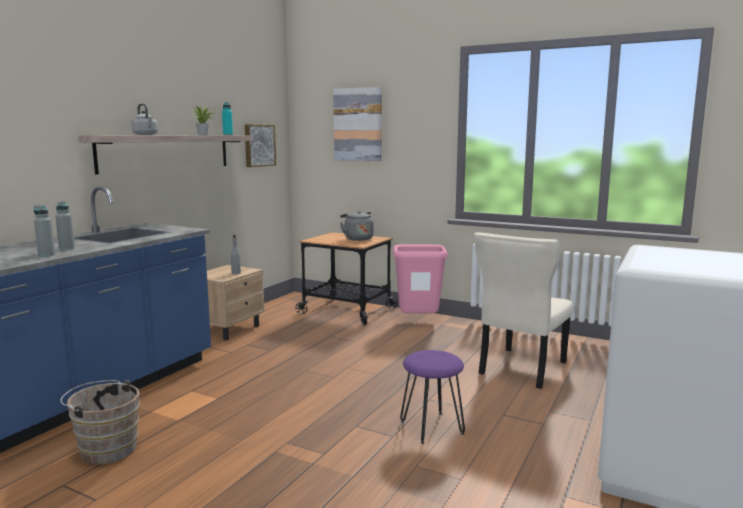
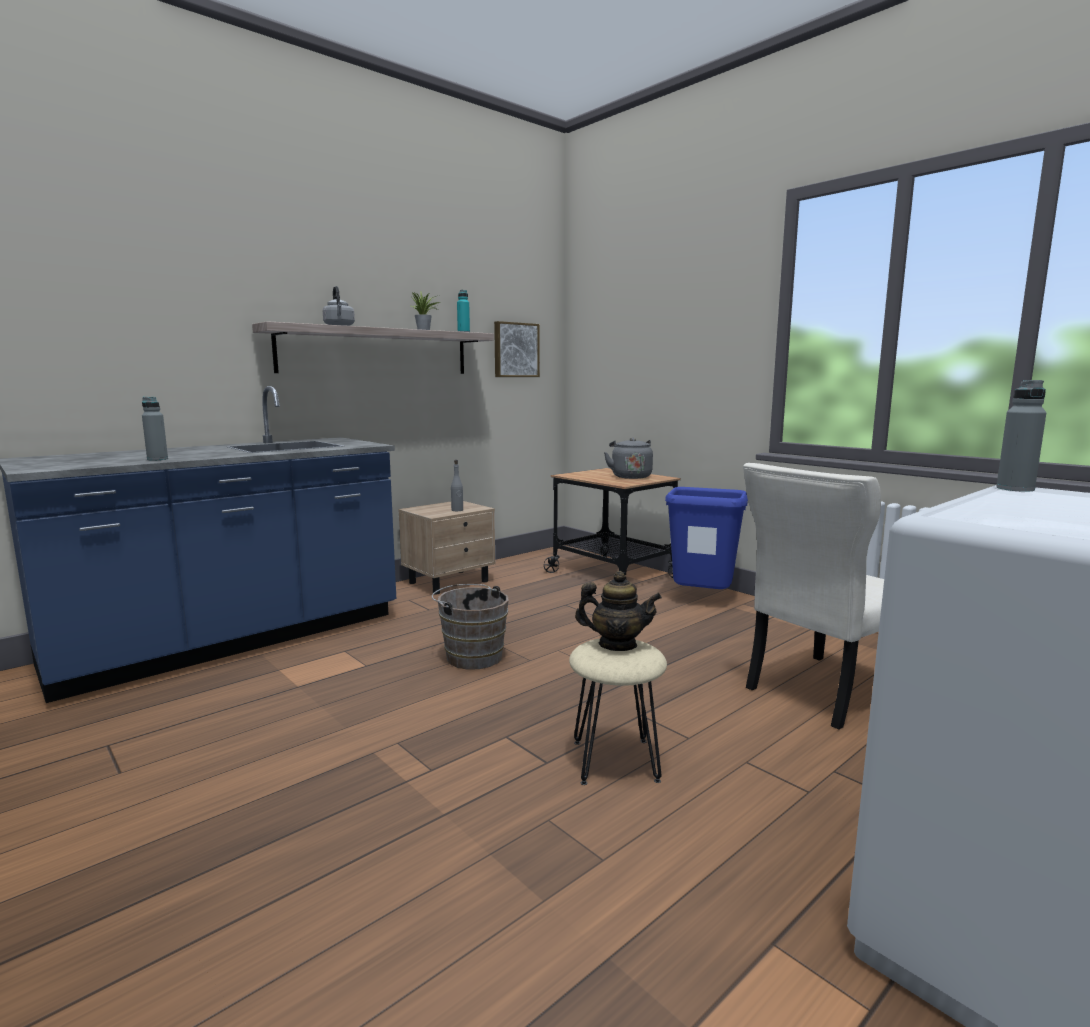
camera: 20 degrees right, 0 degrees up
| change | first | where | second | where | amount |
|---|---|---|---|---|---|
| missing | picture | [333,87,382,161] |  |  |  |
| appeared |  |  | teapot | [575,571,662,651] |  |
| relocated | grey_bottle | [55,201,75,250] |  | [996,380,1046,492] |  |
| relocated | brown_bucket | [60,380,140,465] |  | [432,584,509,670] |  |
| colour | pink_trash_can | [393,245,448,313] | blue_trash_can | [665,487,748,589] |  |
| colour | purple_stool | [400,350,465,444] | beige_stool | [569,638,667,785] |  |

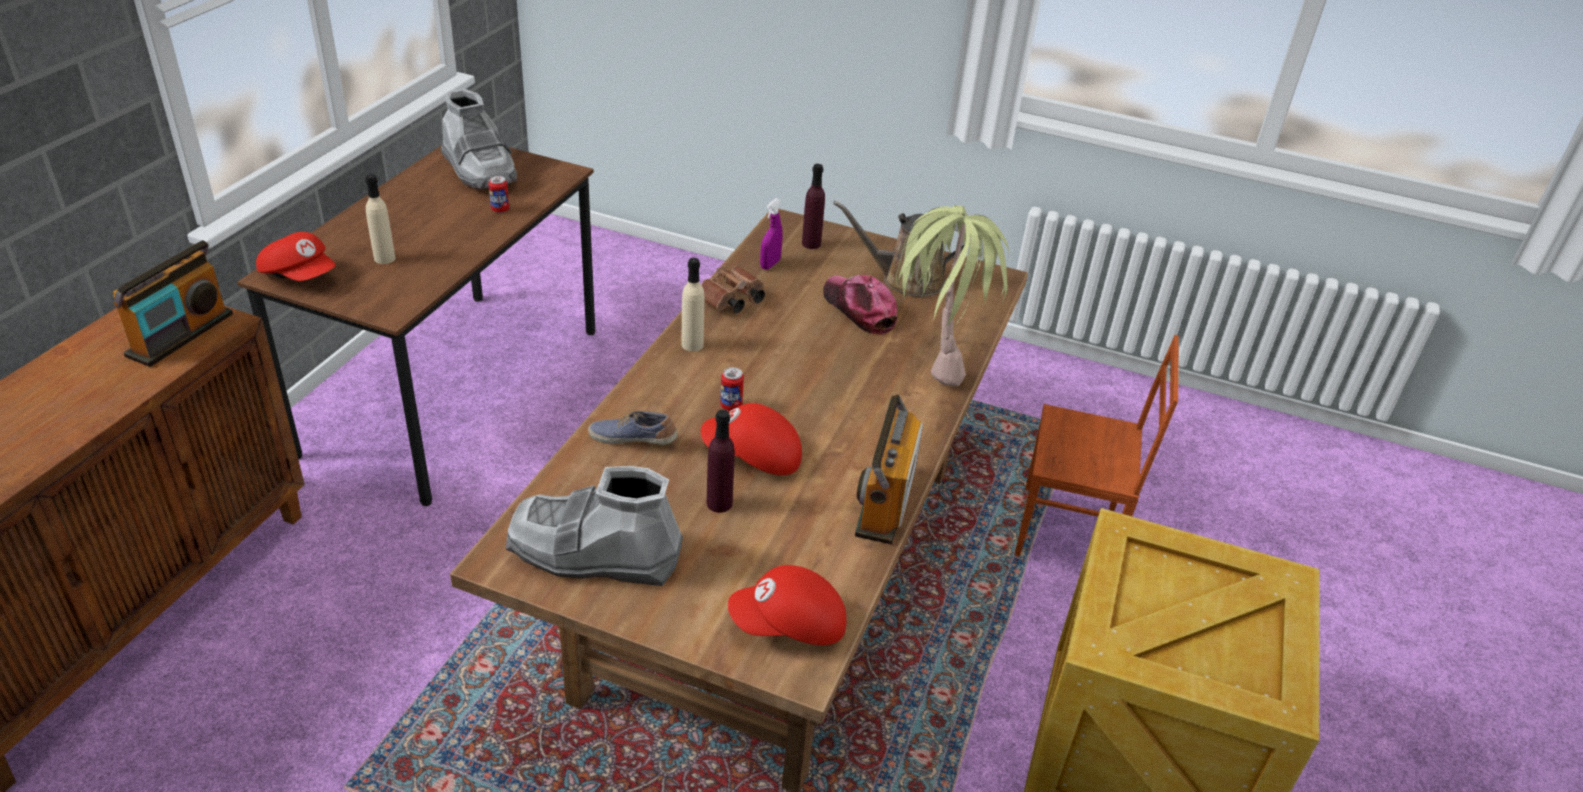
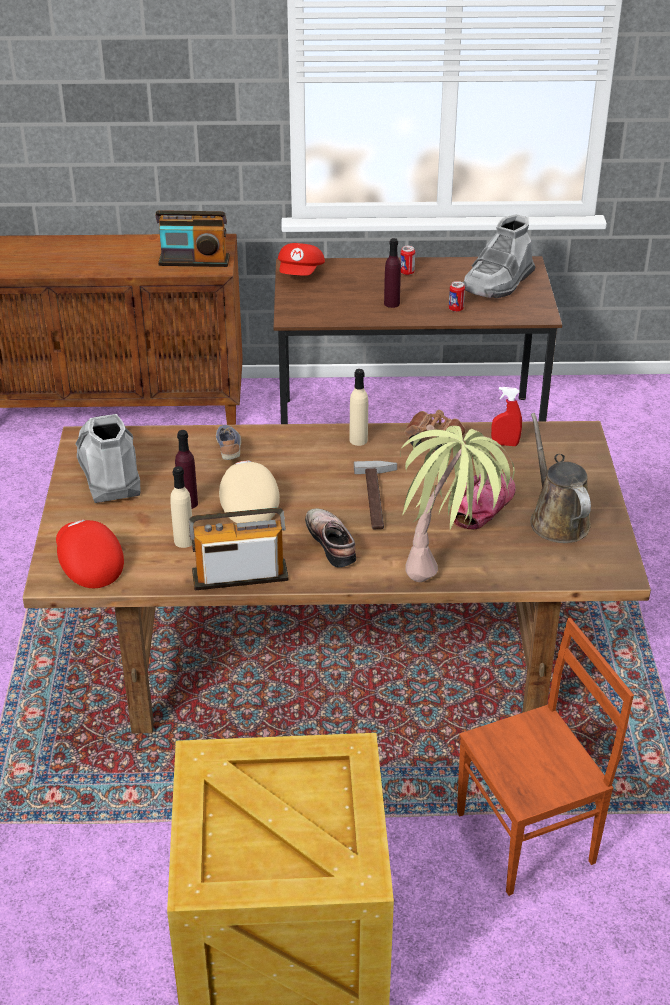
camera: 70 degrees right, 0 degrees up
| change | first | where | second | where | amount |
|---|---|---|---|---|---|
| appeared |  |  | shoe | [305,509,356,567] |  |
| appeared |  |  | hammer | [354,461,397,529] |  |
| relocated | beige_bottle | [365,174,396,264] |  | [170,466,194,548] |  |
| relocated | can | [720,367,744,411] |  | [400,246,415,275] |  |
| relocated | purple_bottle | [802,164,825,249] |  | [384,238,401,308] |  |
| colour | red_cap | [701,403,802,475] | beige_cap | [219,460,280,523] |  |
| colour | purple_spray_bottle | [760,198,783,270] | red_spray_bottle | [491,387,522,446] |  |
| spun | brown_chair | [1015,335,1179,556] |  | [457,618,634,896] | 105 degrees counterclockwise |

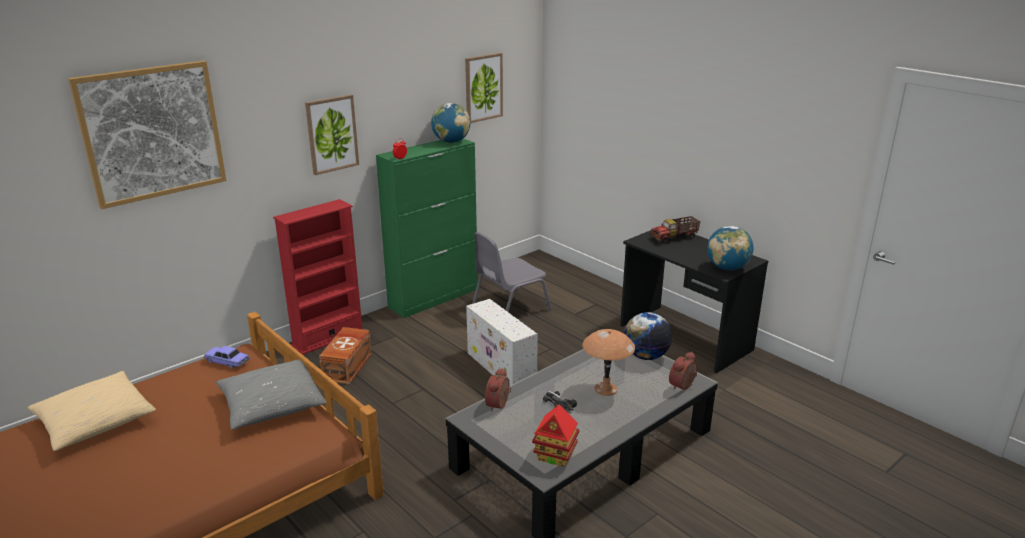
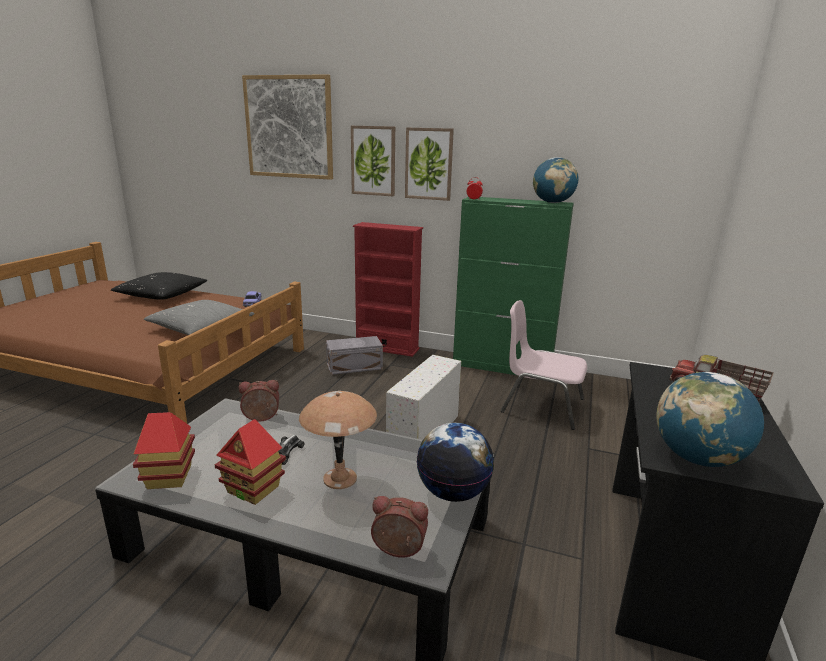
camera: 60 degrees right, 5 degrees down
| change | first | where | second | where | amount |
|---|---|---|---|---|---|
| appeared |  |  | toy_house | [215,419,286,505] |  |
| relocated | picture | [465,53,503,123] |  | [351,126,395,196] |  |
| colour | beige_pillow | [28,371,156,451] | black_pillow | [111,272,207,300] |  |
| colour | brown_storage_box | [319,327,371,384] | grey_storage_box | [326,336,383,375] |  |
| colour | grey_chair | [472,232,551,312] | pink_chair | [501,300,587,430] |  |

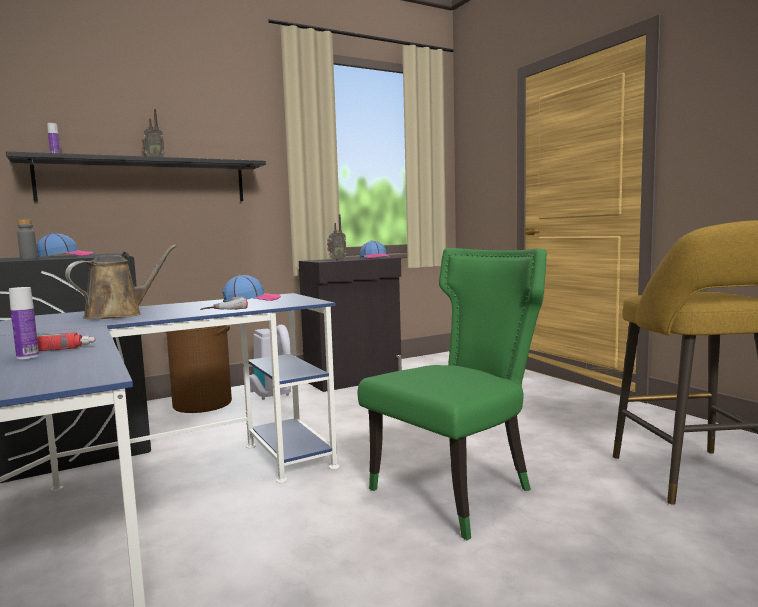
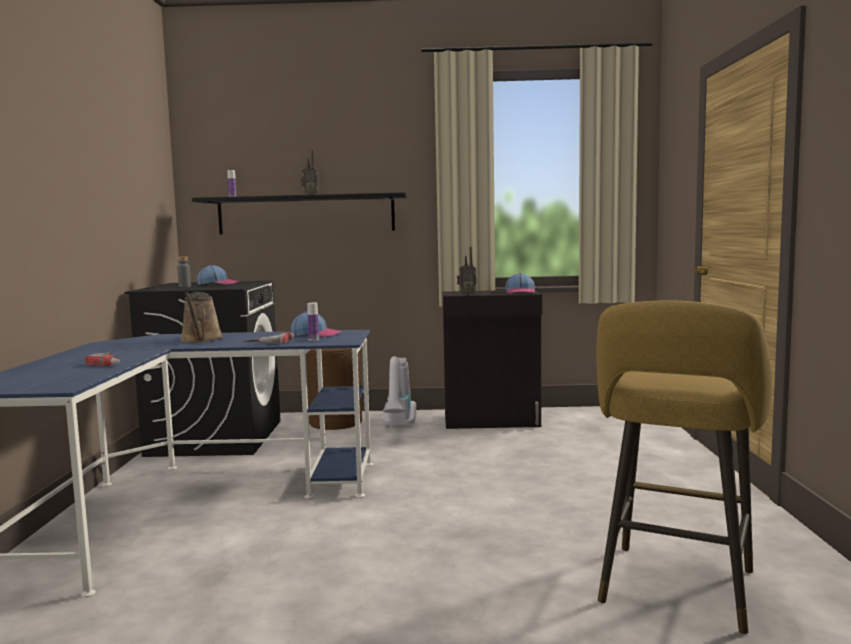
camera: 30 degrees right, 0 degrees up
| change | first | where | second | where | amount |
|---|---|---|---|---|---|
| missing | green_chair | [357,248,547,540] |  |  |  |
| relocated | bottle | [9,287,39,359] |  | [307,303,319,341] |  |
| spun | brown_watering_can | [65,244,177,319] |  | [180,291,223,342] | 105 degrees clockwise |

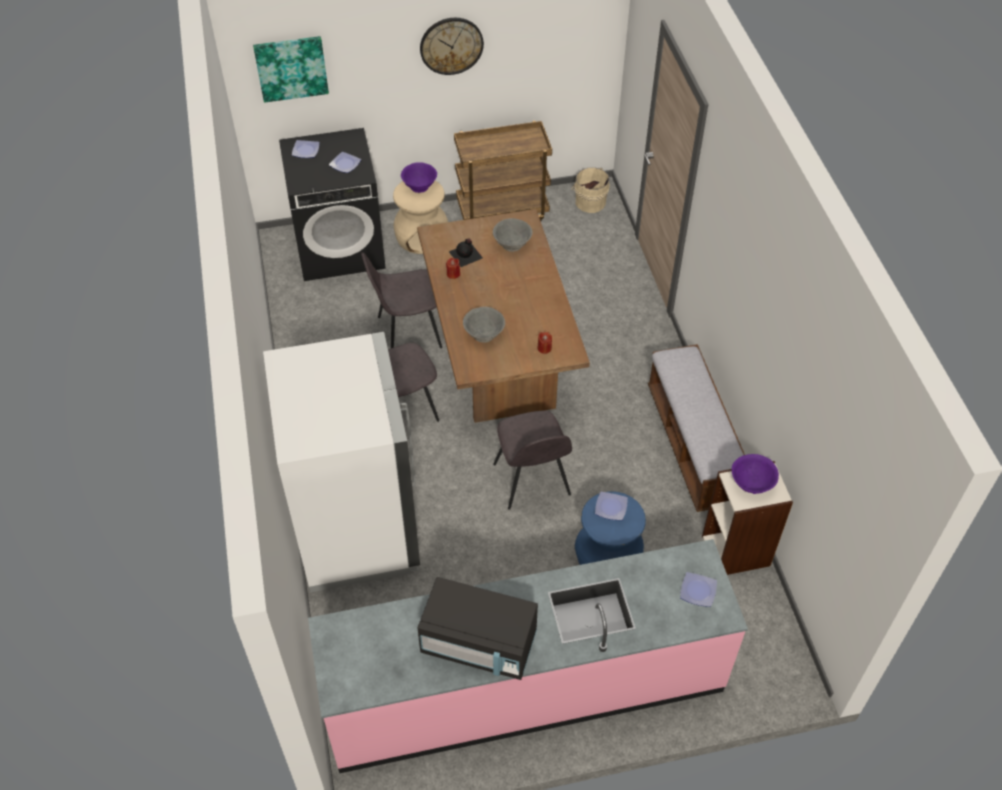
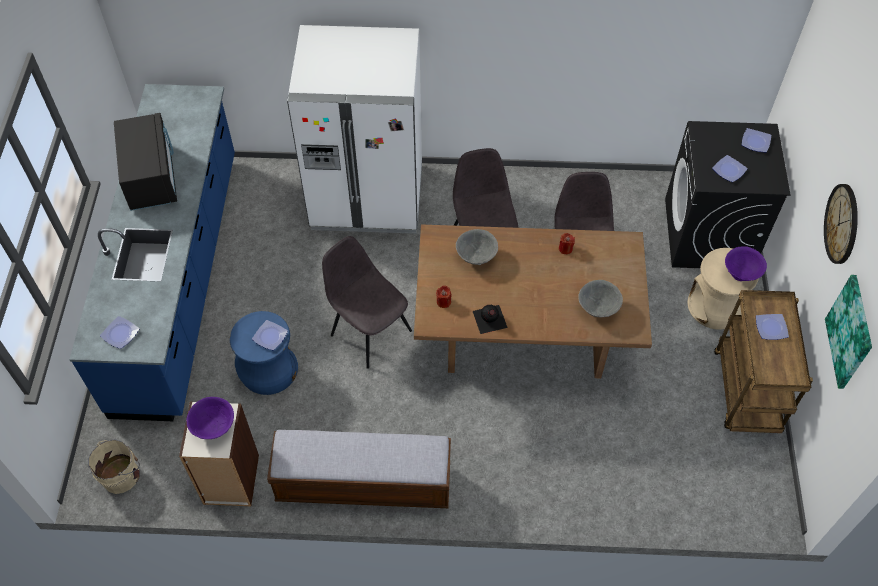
camera: 105 degrees right, 5 degrees up
| change | first | where | second | where | amount |
|---|---|---|---|---|---|
| appeared |  |  | plate | [756,314,789,340] |  |
| relocated | picture | [253,36,329,103] |  | [825,275,872,389] |  |
| relocated | black_bottle | [449,238,483,267] |  | [473,305,508,334] |  |
| relocated | beige_bucket | [571,167,609,213] |  | [88,439,140,494] |  |
| colour | pink_counter | [308,539,748,773] | blue_counter | [69,84,235,421] |  |
| spun | black_microwave | [417,577,538,680] |  | [114,113,177,211] | 135 degrees clockwise |
| spun | grey_chair | [493,411,572,510] |  | [322,236,412,369] | 45 degrees clockwise |

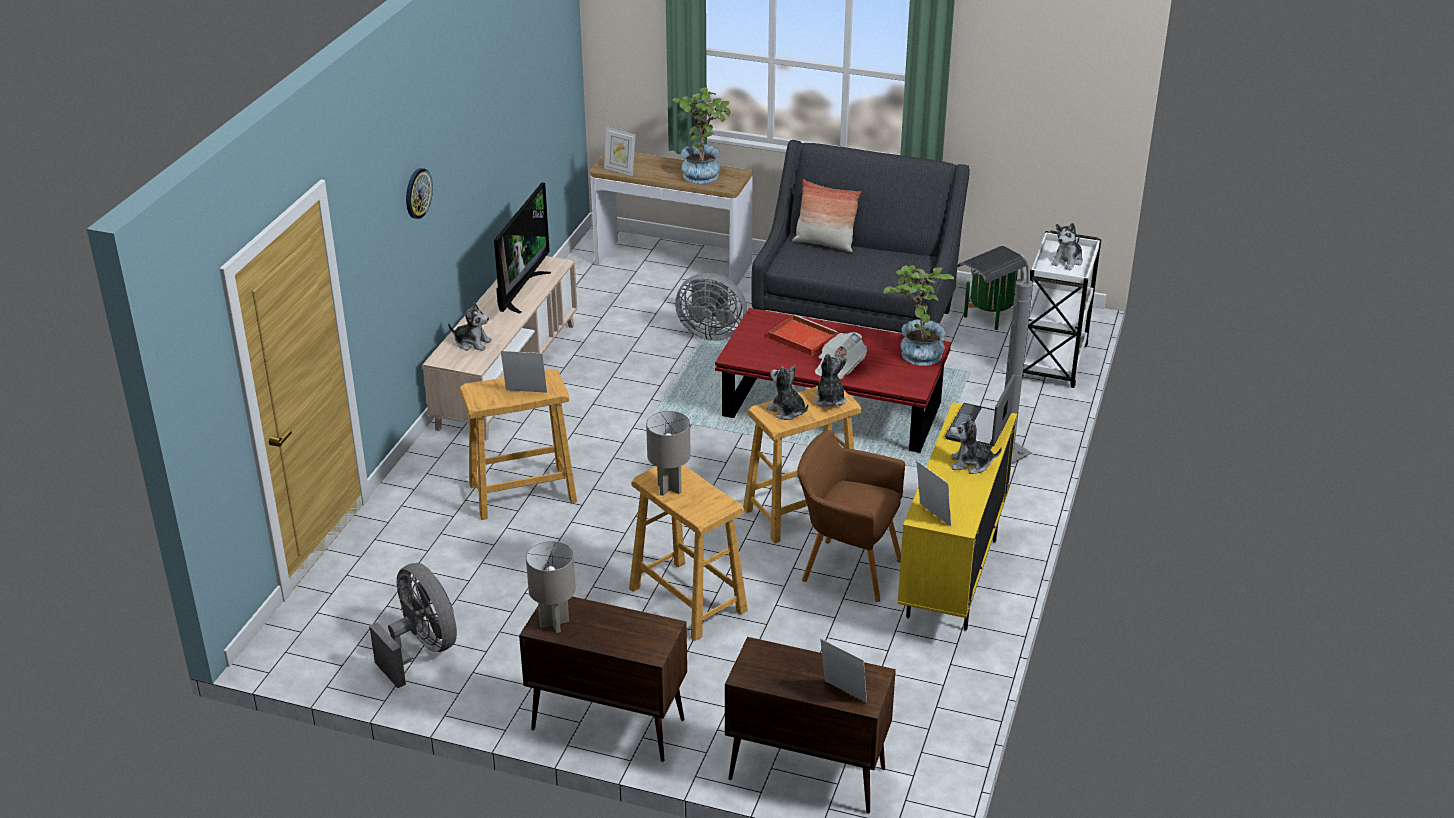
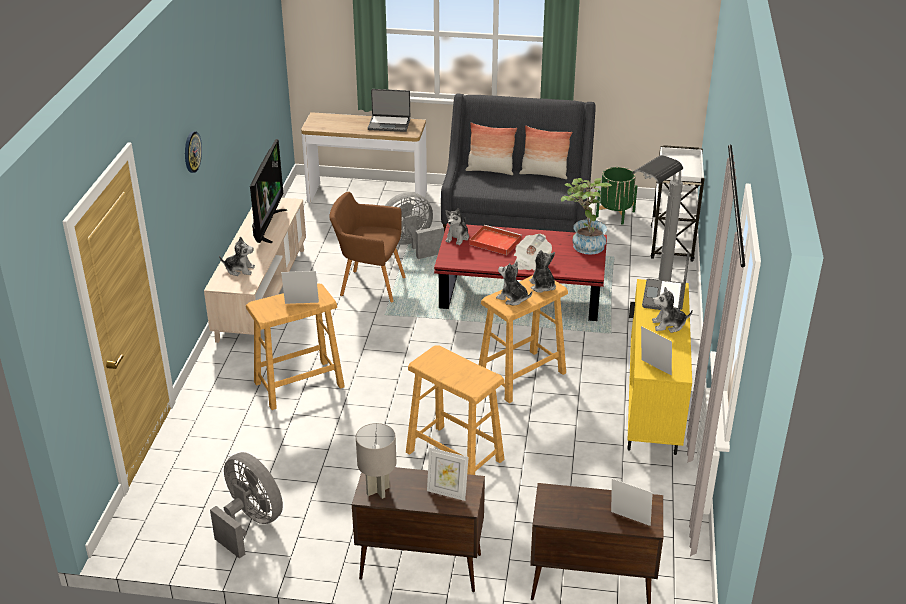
camera: 10 degrees left, 0 degrees up
| change | first | where | second | where | amount |
|---|---|---|---|---|---|
| missing | grey_table_lamp | [646,411,691,496] |  |  |  |
| appeared |  |  | pillow | [519,126,572,179] |  |
| relocated | picture_frame | [604,127,635,176] |  | [427,447,469,501] |  |
| relocated | brown_armchair | [797,430,905,602] |  | [329,192,406,302] |  |
| relocated | plush_toy | [1052,223,1083,270] |  | [445,209,469,245] |  |
| exchanged | potted_plant | [672,87,730,183] | laptop | [368,89,410,132] |  |
| spun | grey_fan | [675,273,747,341] |  | [385,192,444,259] | 150 degrees clockwise |

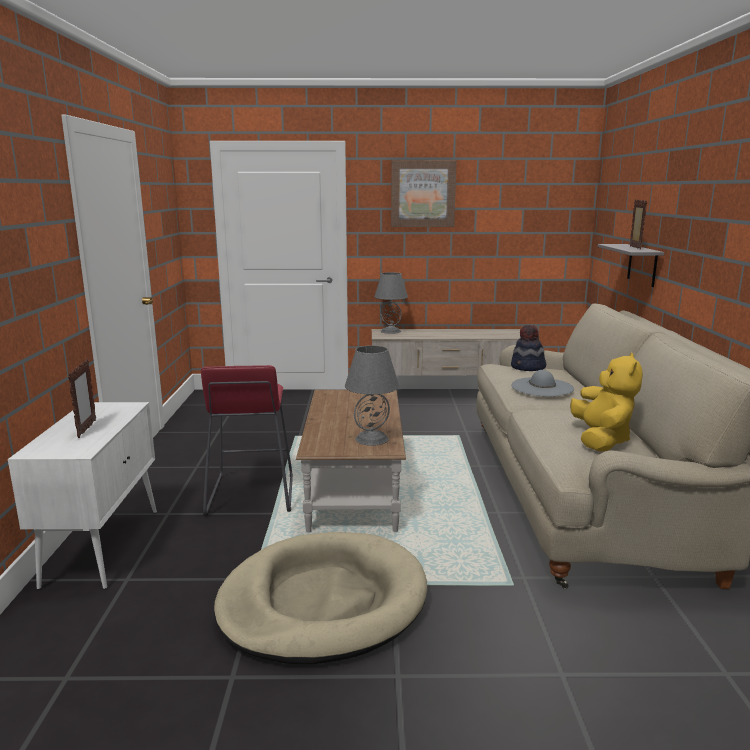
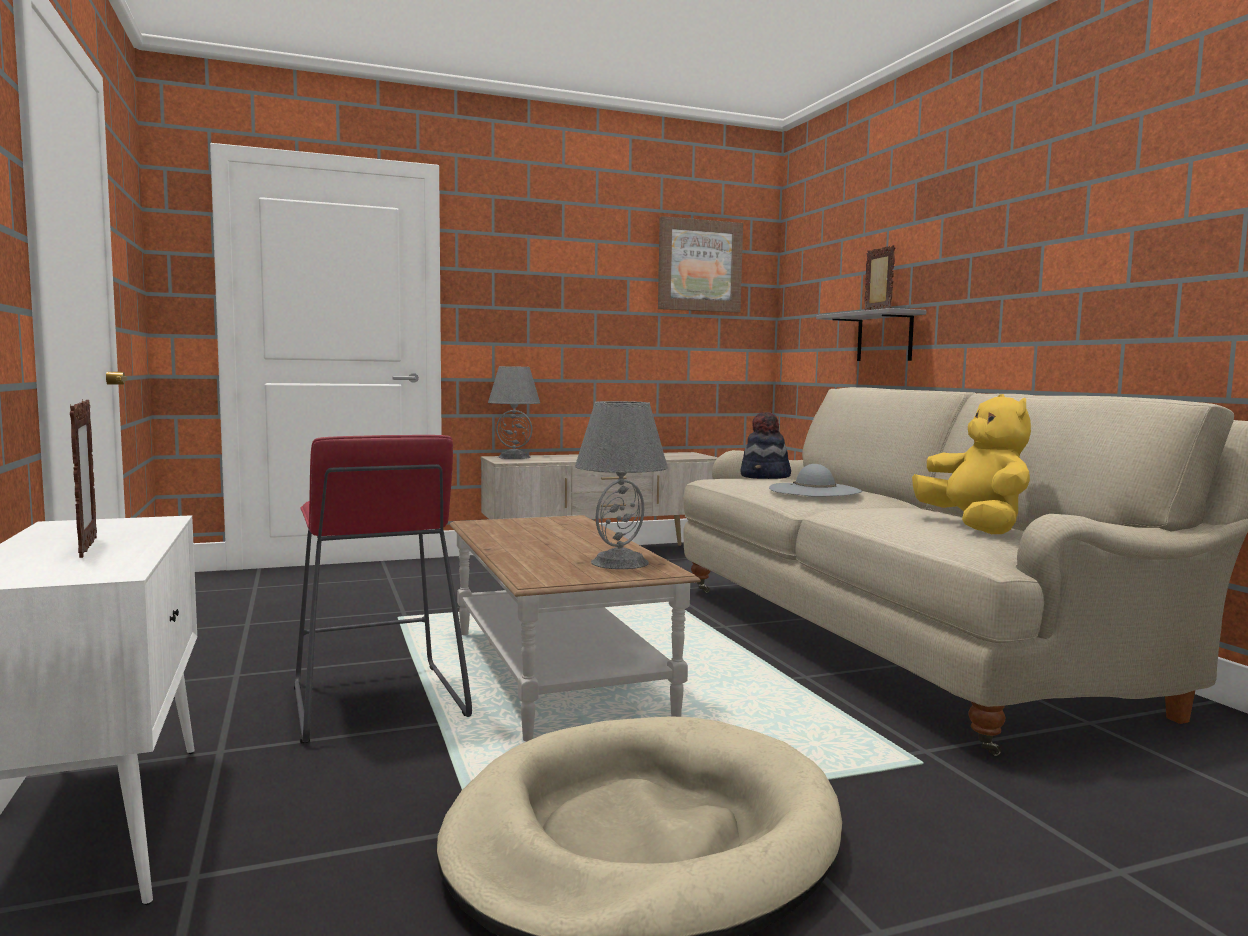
camera: 20 degrees left, 10 degrees down
| change | first | where | second | where | amount |
|---|---|---|---|---|---|
| relocated | picture | [391,160,457,227] |  | [658,216,743,312] |  |

